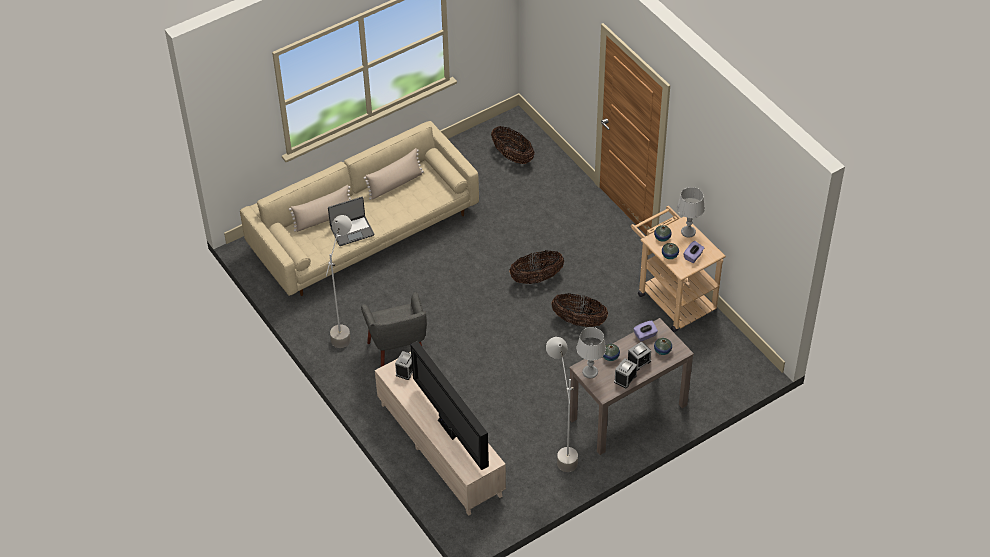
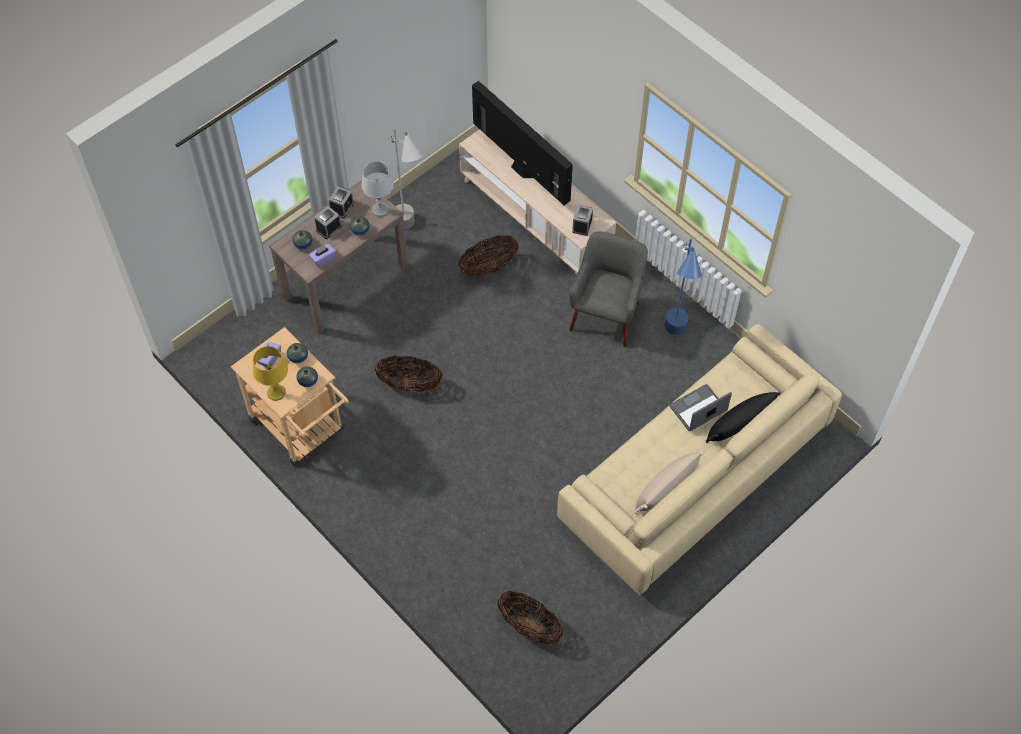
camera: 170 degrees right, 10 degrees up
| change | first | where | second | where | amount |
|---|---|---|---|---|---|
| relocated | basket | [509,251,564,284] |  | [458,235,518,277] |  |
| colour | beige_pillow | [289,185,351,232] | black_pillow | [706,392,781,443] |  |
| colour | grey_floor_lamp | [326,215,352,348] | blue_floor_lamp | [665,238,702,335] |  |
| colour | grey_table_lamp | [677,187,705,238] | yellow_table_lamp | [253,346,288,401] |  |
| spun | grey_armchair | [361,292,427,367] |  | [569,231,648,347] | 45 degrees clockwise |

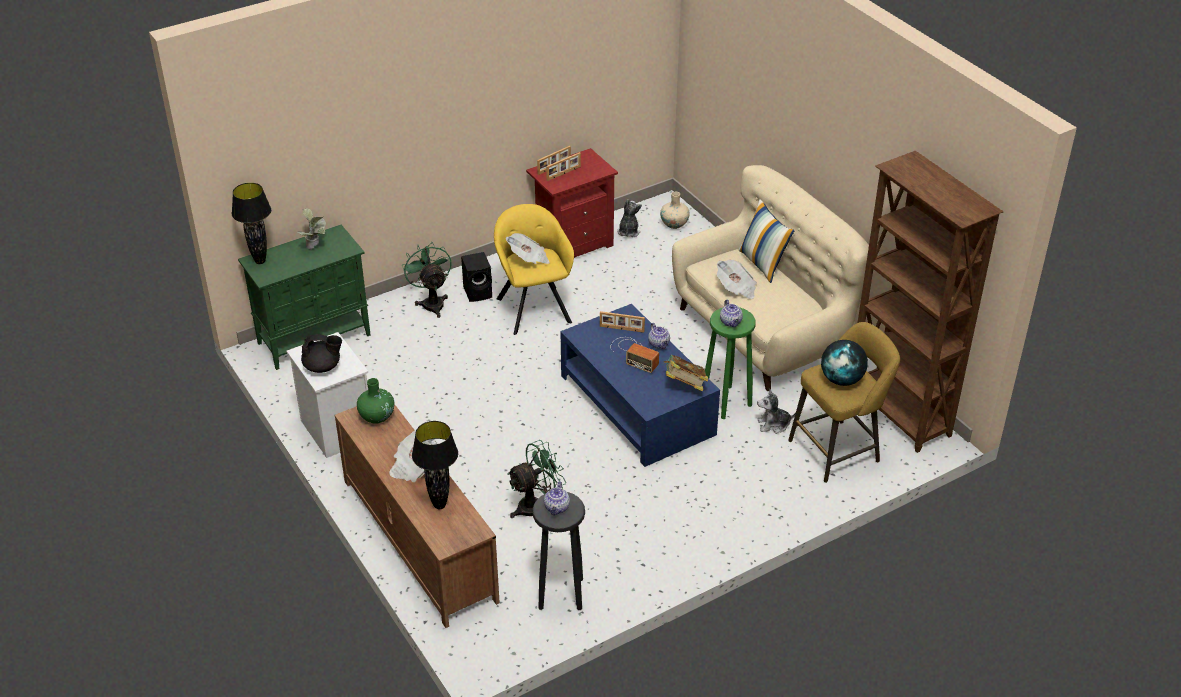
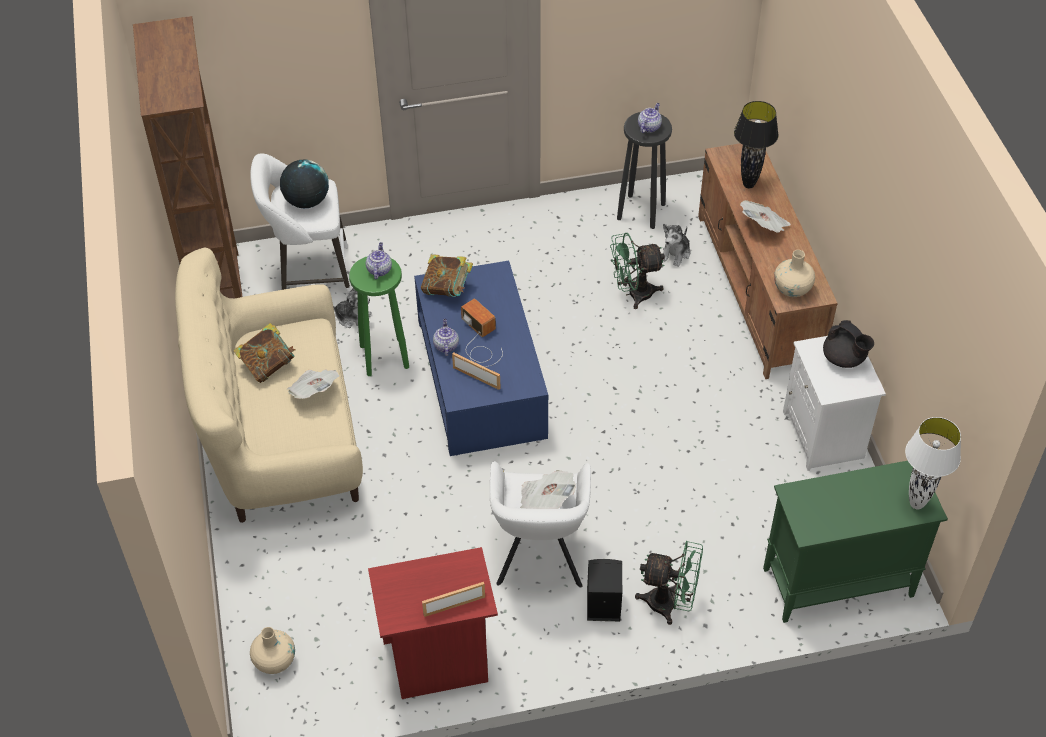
camera: 160 degrees left, 10 degrees up
| change | first | where | second | where | amount |
|---|---|---|---|---|---|
| missing | potted_plant | [297,208,326,249] |  |  |  |
| missing | picture_frame | [546,152,581,181] |  |  |  |
| missing | pillow | [739,199,794,283] |  |  |  |
| appeared |  |  | book | [233,323,296,383] |  |
| relocated | plush_toy | [617,199,642,237] |  | [663,224,691,267] |  |
| colour | black_table_lamp | [232,183,271,264] | white_table_lamp | [905,417,961,509] |  |
| colour | green_vase | [357,378,394,423] | beige_vase | [774,250,815,297] |  |
| colour | yellow_armchair | [494,204,574,335] | white_armchair | [490,461,591,587] |  |
| colour | yellow_stool | [788,322,900,483] | white_stool | [250,153,351,295] |  |
| spun | black_teapot | [301,334,342,373] |  | [823,320,874,368] | 150 degrees counterclockwise |
| spun | green_fan | [402,242,452,318] |  | [635,541,703,625] | 75 degrees counterclockwise |

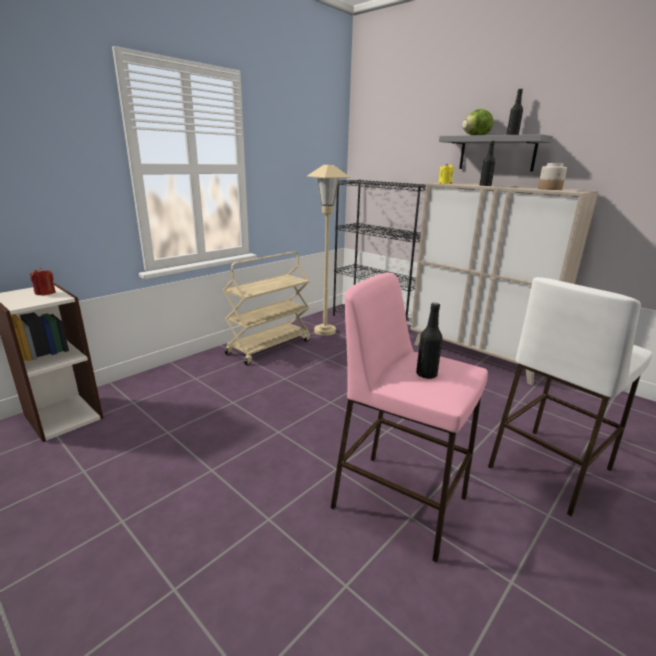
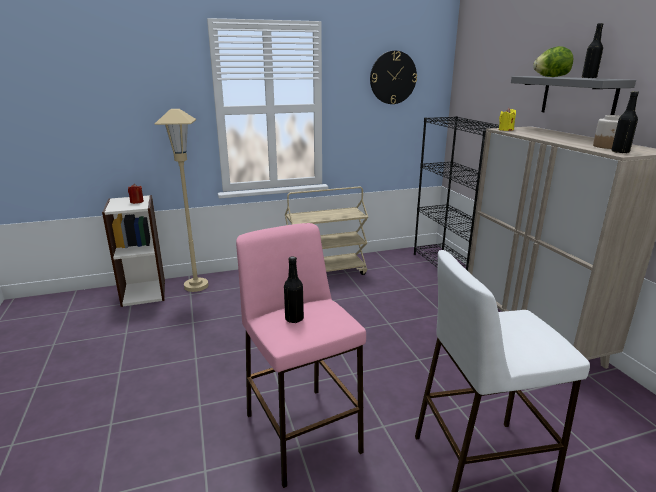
camera: 30 degrees right, 0 degrees up
| change | first | where | second | where | amount |
|---|---|---|---|---|---|
| appeared |  |  | wall_clock | [370,51,417,104] |  |
| relocated | beige_floor_lamp | [307,165,350,336] |  | [155,109,208,292] |  |
| relocated | black_bottle | [480,141,495,186] |  | [611,91,639,153] |  |

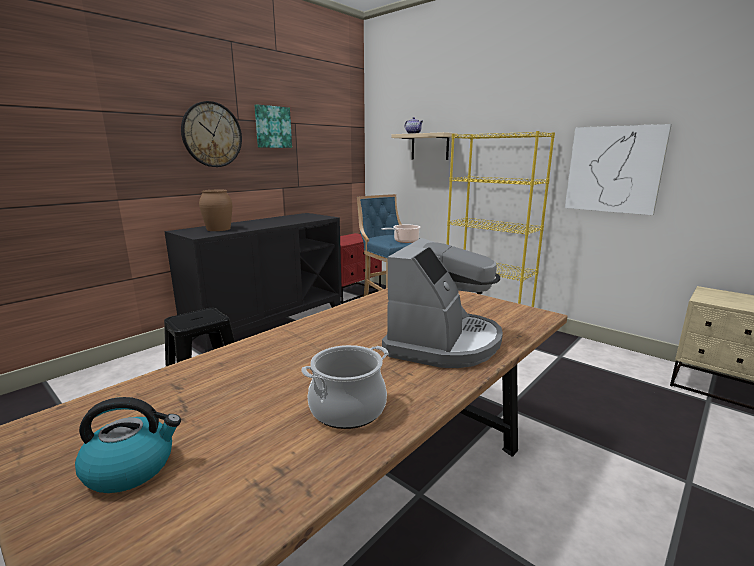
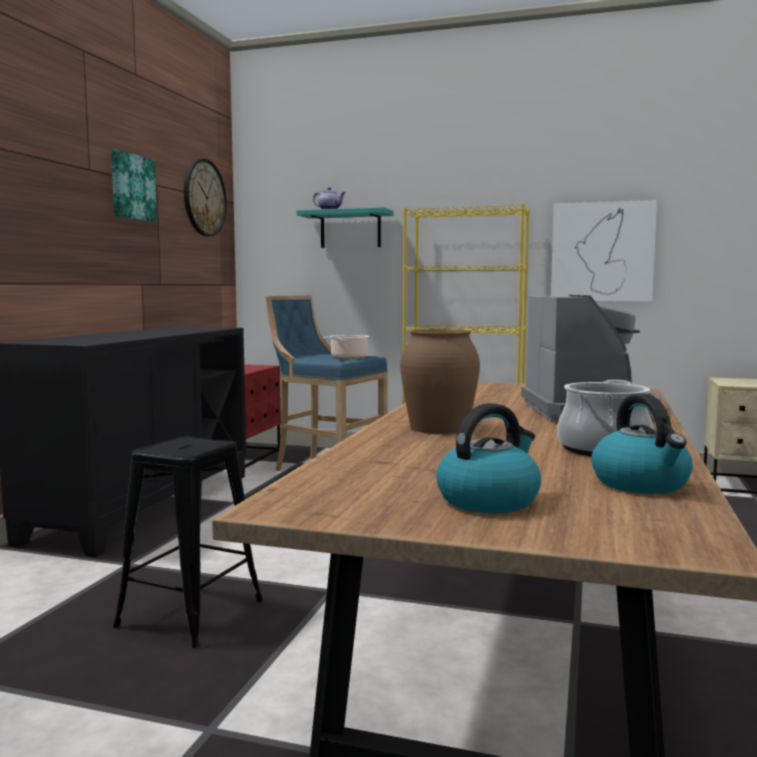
camera: 25 degrees left, 10 degrees down
| change | first | where | second | where | amount |
|---|---|---|---|---|---|
| appeared |  |  | kettle | [591,394,693,494] |  |
| relocated | wall_clock | [181,101,242,167] |  | [184,159,227,236] |  |
| relocated | brown_vase | [199,190,232,231] |  | [400,329,480,434] |  |
| colour | beige_shelf | [391,132,458,160] | turquoise_shelf | [296,207,394,248] |  |

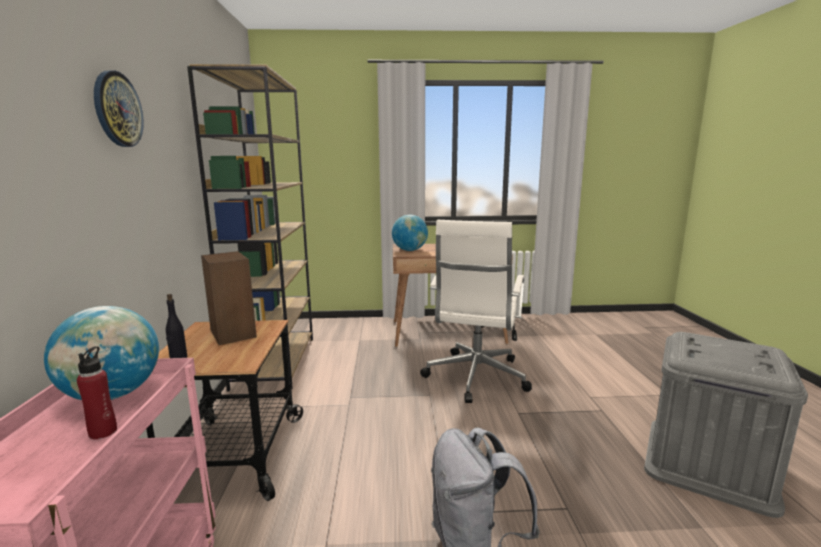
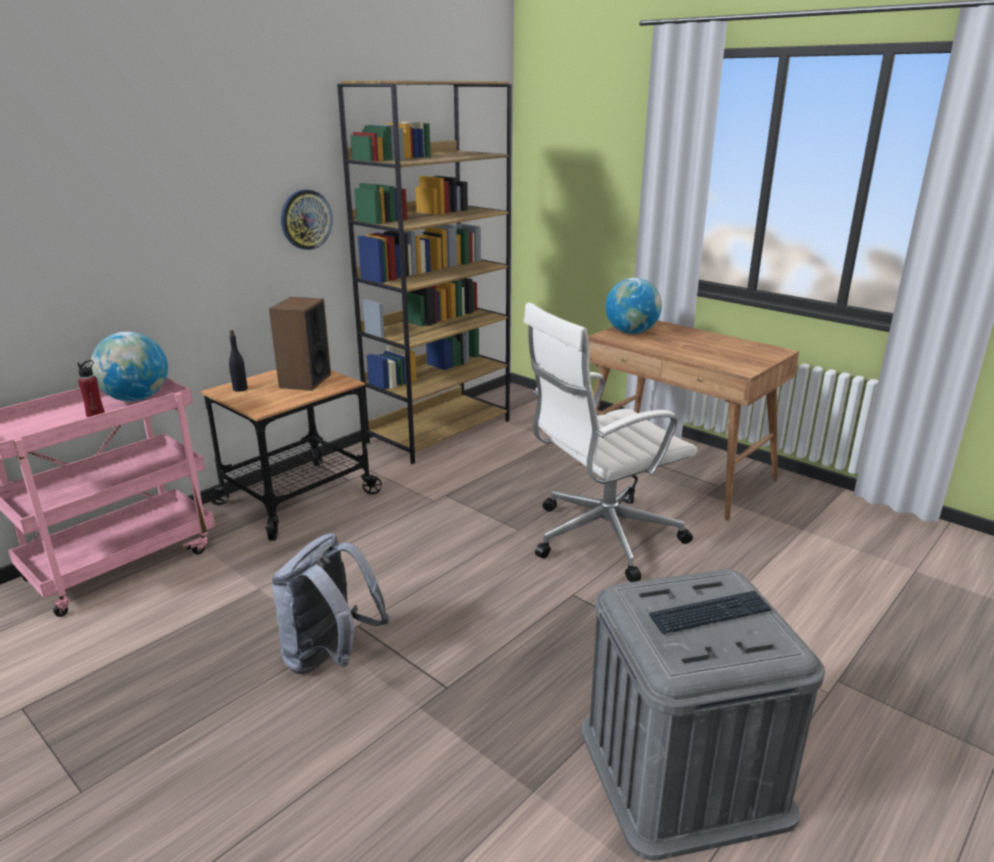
camera: 45 degrees right, 10 degrees up
| change | first | where | second | where | amount |
|---|---|---|---|---|---|
| appeared |  |  | keyboard | [649,590,772,634] |  |
| relocated | wall_clock | [94,71,144,147] |  | [281,189,333,250] |  |

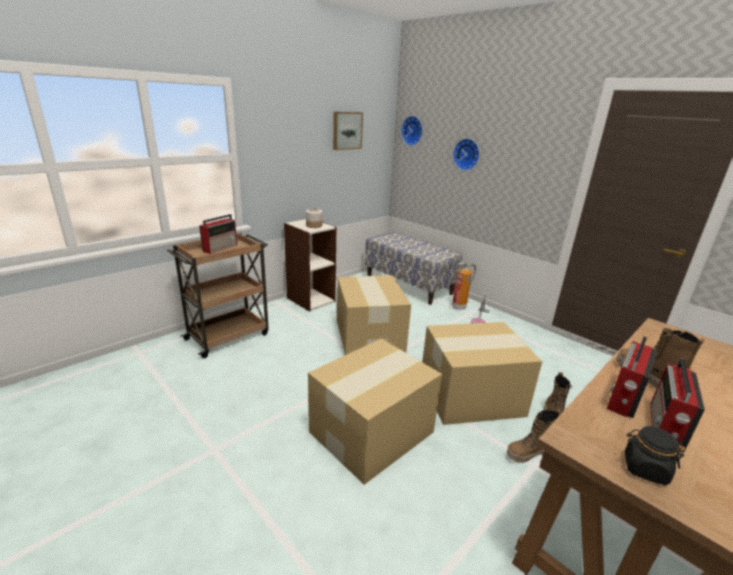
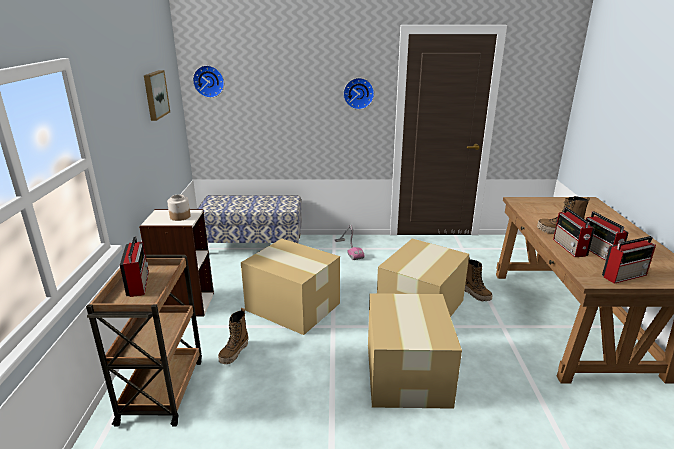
camera: 45 degrees left, 0 degrees up
| change | first | where | second | where | amount |
|---|---|---|---|---|---|
| missing | fire_extinguisher | [452,262,476,310] |  |  |  |
| relocated | wall_clock | [453,138,480,171] |  | [343,78,374,110] |  |
| relocated | boot | [507,409,561,463] |  | [218,308,248,364] |  |
| exchanged | black_jar | [625,426,685,485] | radio | [602,236,656,284] |  |

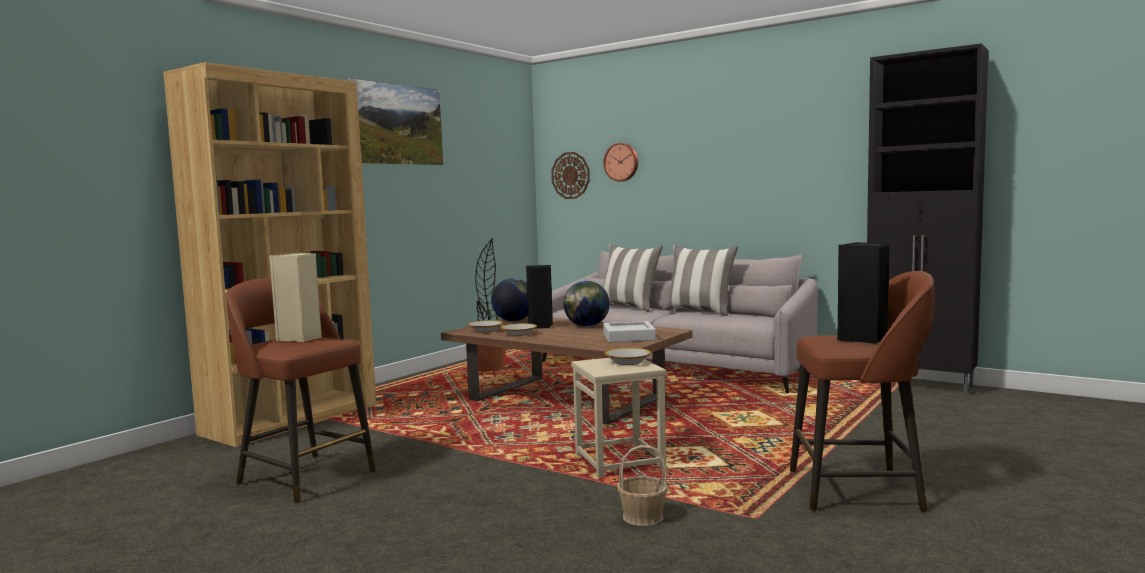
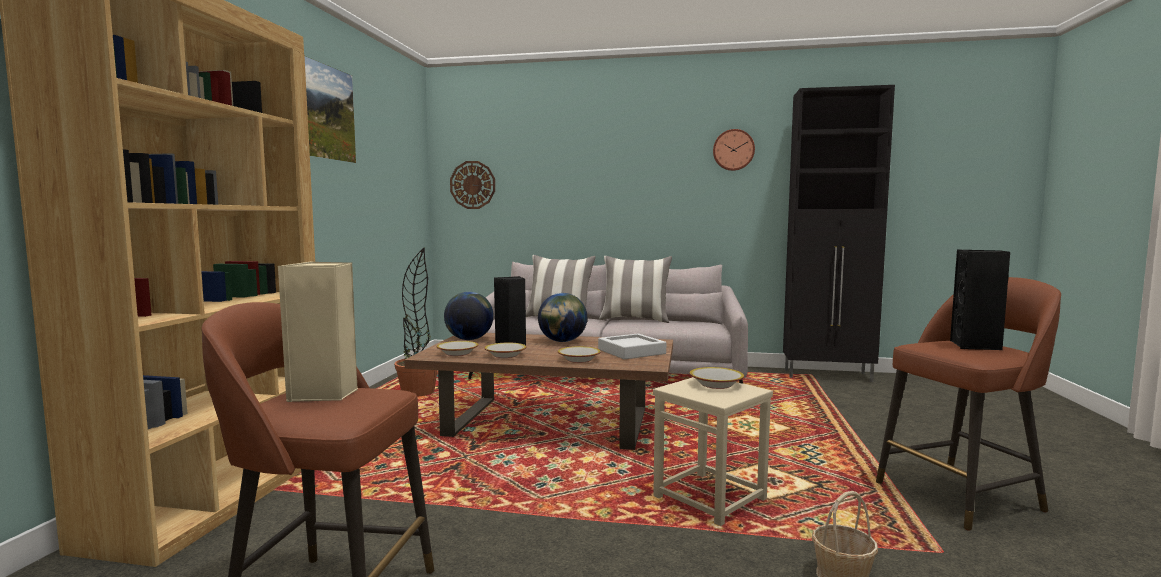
camera: 25 degrees left, 0 degrees up
| change | first | where | second | where | amount |
|---|---|---|---|---|---|
| appeared |  |  | bowl | [558,346,601,363] |  |
| relocated | wall_clock | [603,143,638,181] |  | [713,129,755,171] |  |

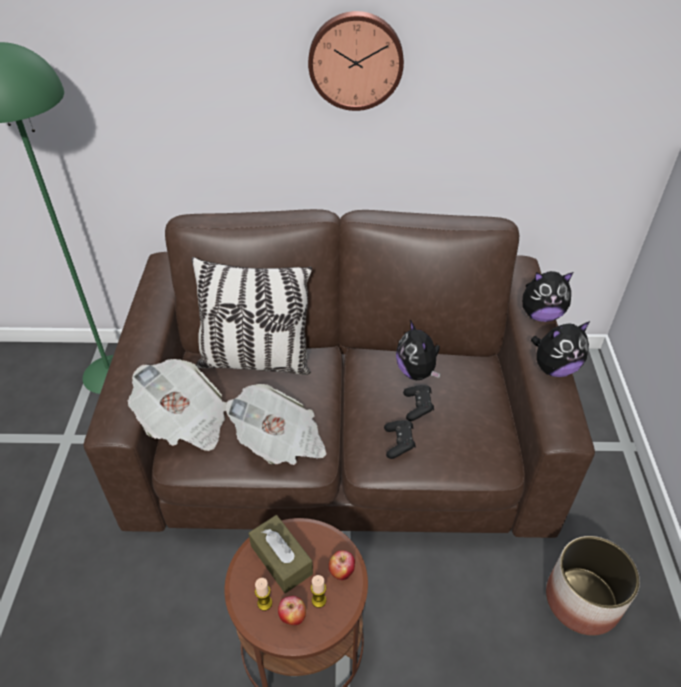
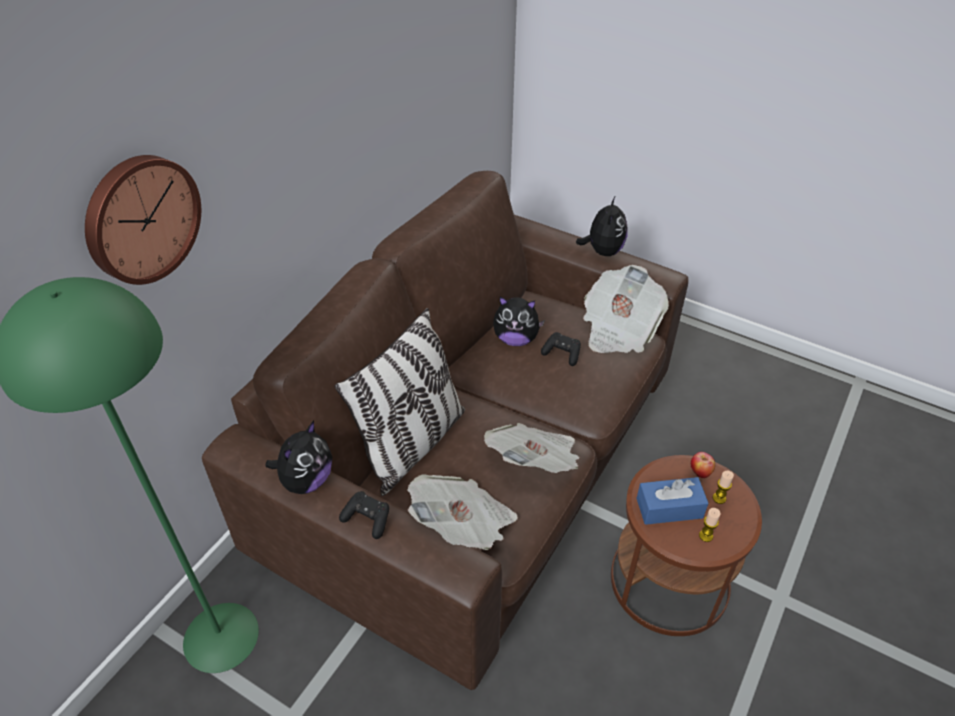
camera: 60 degrees left, 0 degrees up
| change | first | where | second | where | amount |
|---|---|---|---|---|---|
| missing | apple | [278,596,306,625] |  |  |  |
| missing | planter | [546,536,640,636] |  |  |  |
| appeared |  |  | newspaper | [583,265,669,353] |  |
| relocated | wall_clock | [308,11,404,111] |  | [85,155,201,285] |  |
| relocated | black_game_controller | [384,420,416,459] |  | [339,491,389,539] |  |
| relocated | plush_toy | [522,271,573,322] |  | [265,421,332,494] |  |
| colour | brown_tissue_box | [249,515,313,593] | blue_tissue_box | [636,477,709,525] |  |

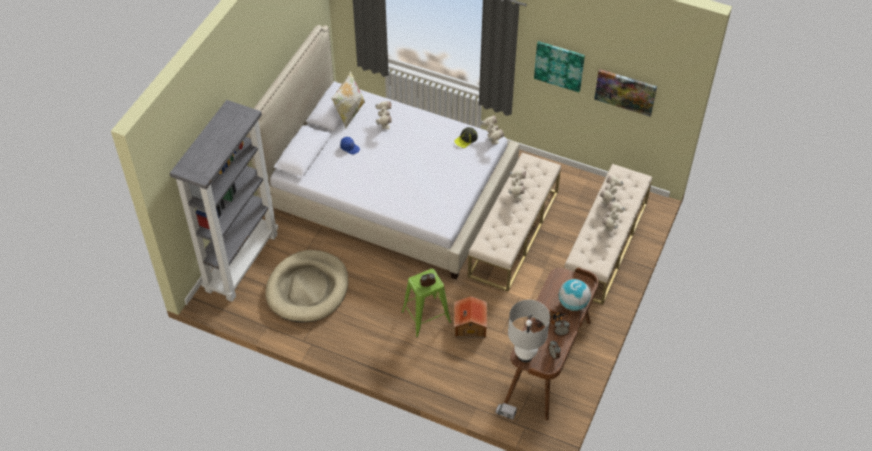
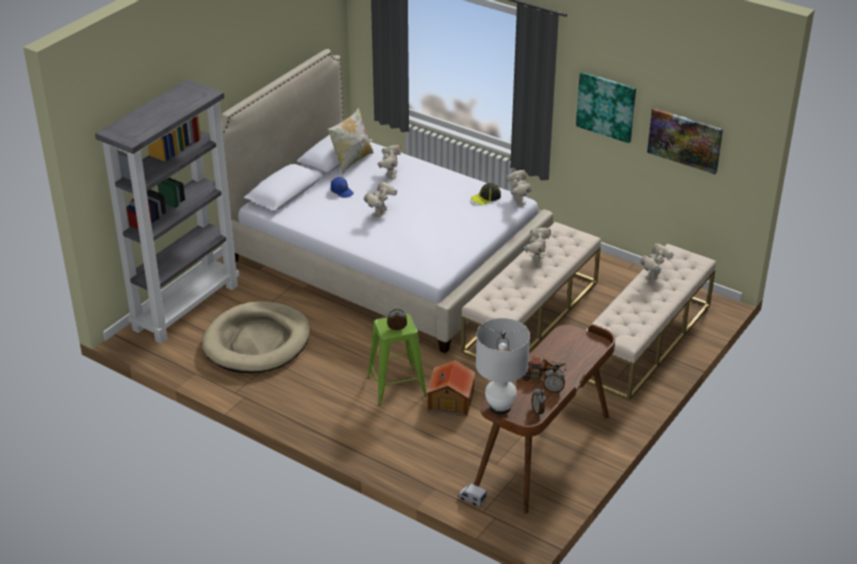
camera: 10 degrees right, 15 degrees down
| change | first | where | second | where | amount |
|---|---|---|---|---|---|
| missing | globe | [559,279,591,311] |  |  |  |
| relocated | toy_robot | [602,202,625,232] |  | [364,182,397,218] |  |

